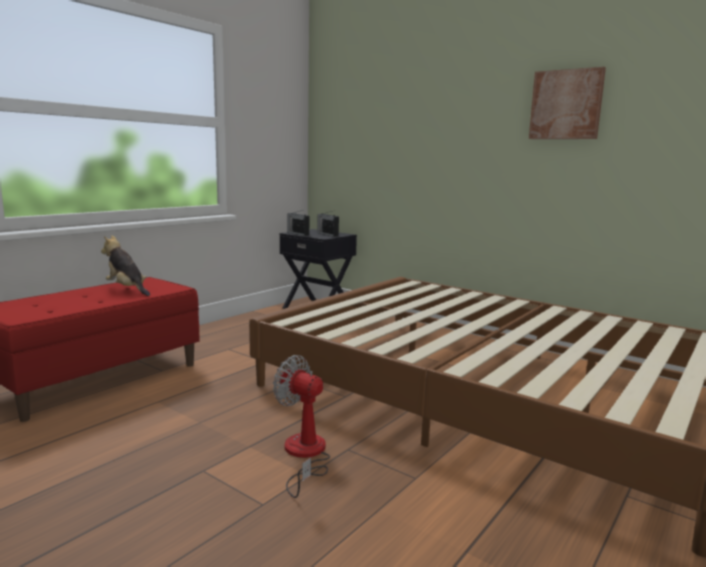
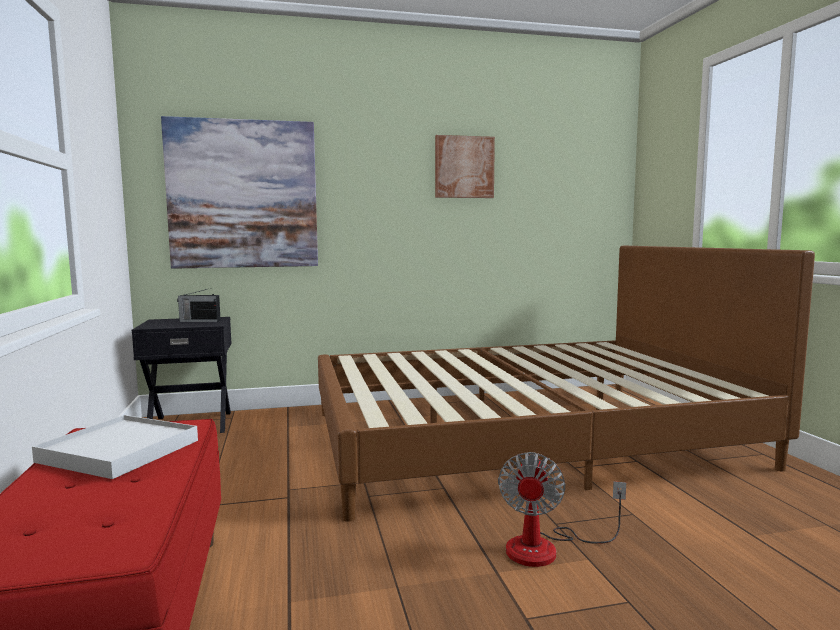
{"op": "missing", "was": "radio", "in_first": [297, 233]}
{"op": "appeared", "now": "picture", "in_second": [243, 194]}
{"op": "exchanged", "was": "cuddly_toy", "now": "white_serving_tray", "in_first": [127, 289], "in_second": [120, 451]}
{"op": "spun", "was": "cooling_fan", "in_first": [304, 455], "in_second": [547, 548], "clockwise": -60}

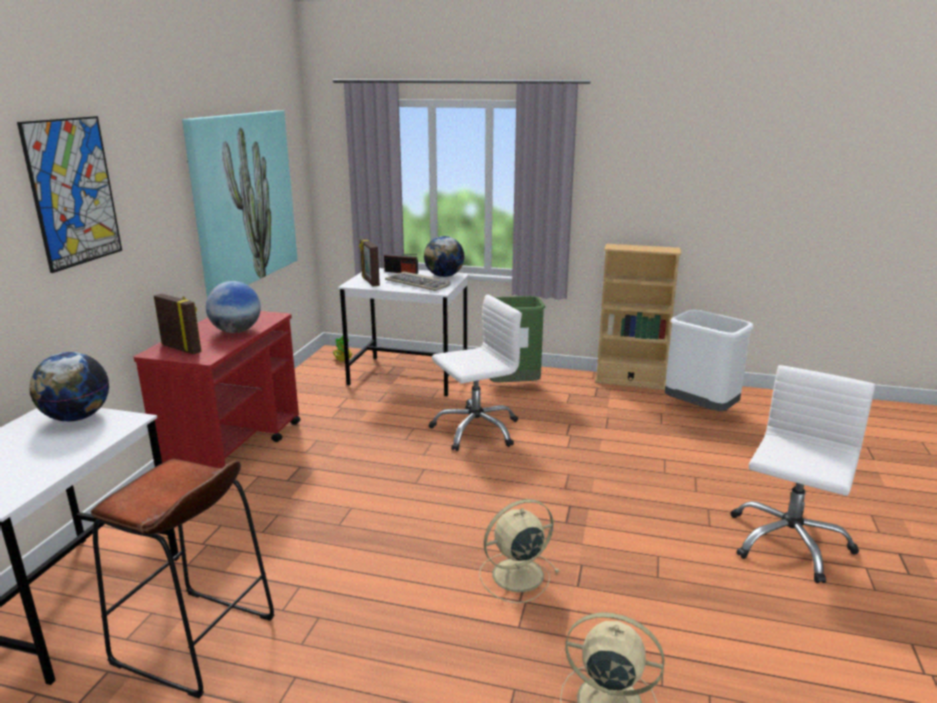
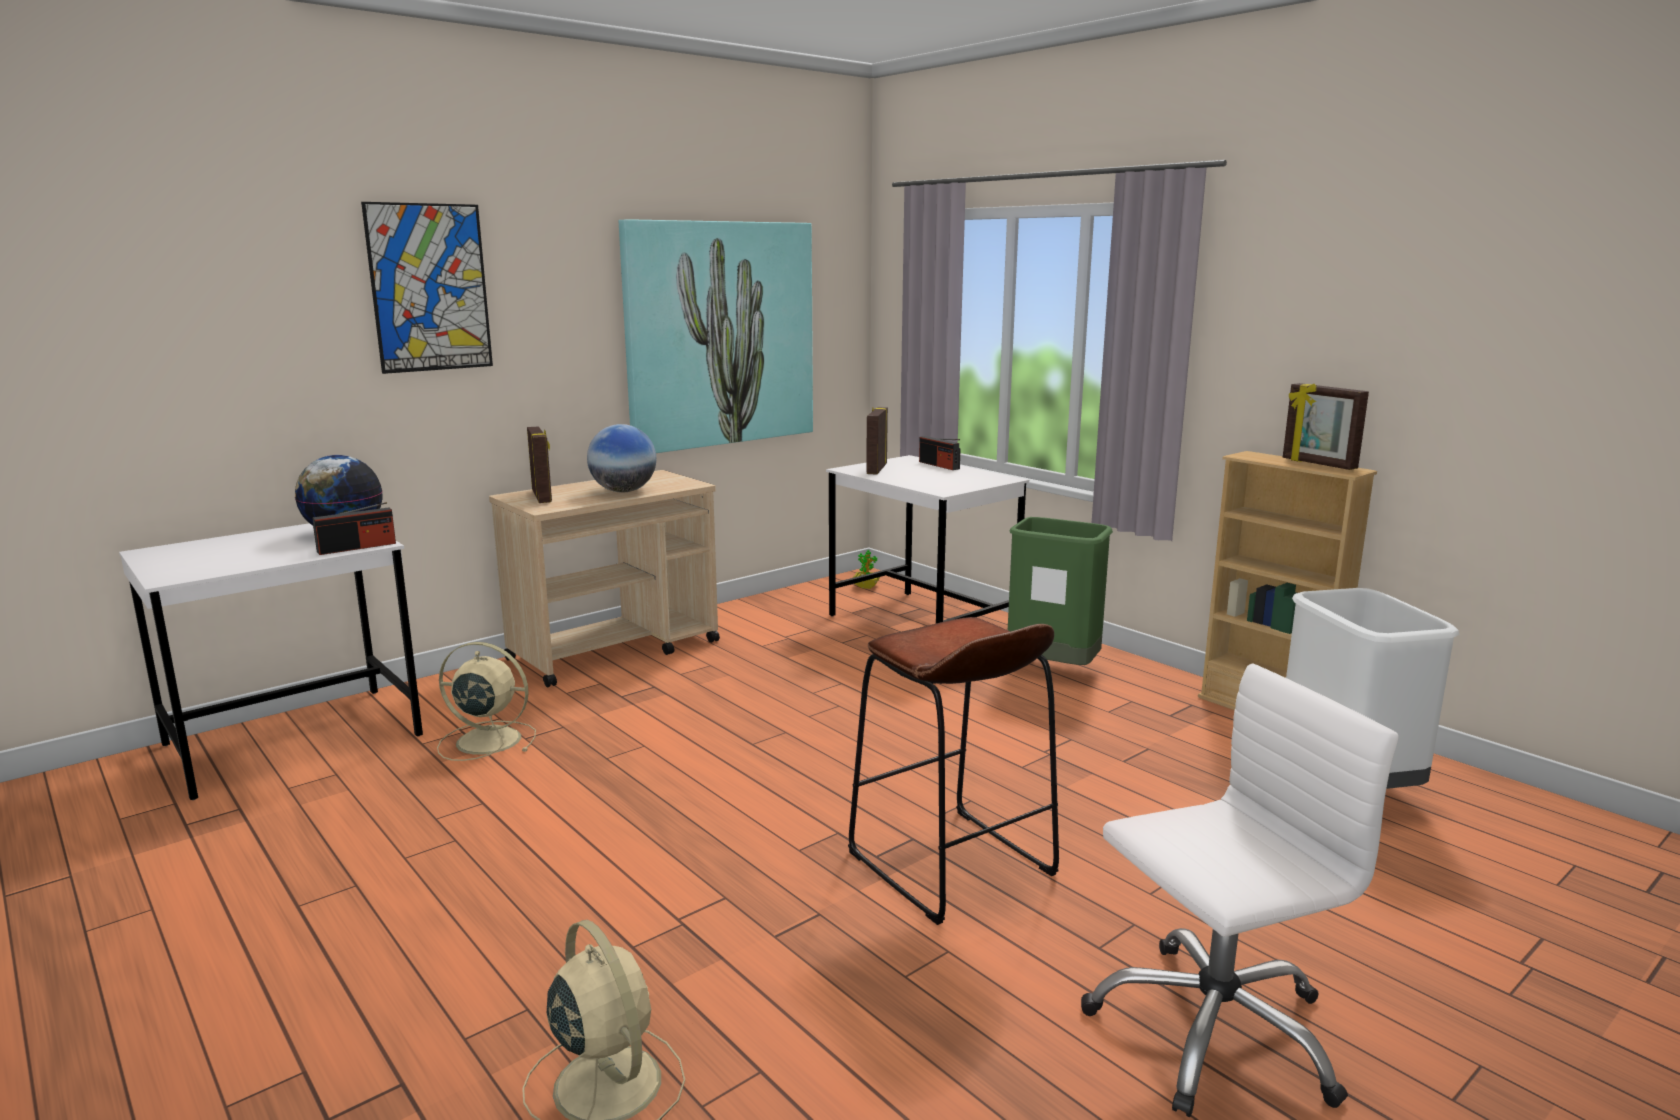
{"op": "missing", "was": "keyboard", "in_first": [418, 284]}
{"op": "missing", "was": "desk_globe", "in_first": [444, 276]}
{"op": "missing", "was": "white_desk_chair", "in_first": [476, 430]}
{"op": "appeared", "now": "radio", "in_second": [357, 547]}
{"op": "appeared", "now": "photo_frame", "in_second": [1318, 464]}
{"op": "relocated", "was": "brownish_stool_seat", "in_first": [195, 641], "in_second": [950, 864]}
{"op": "relocated", "was": "beige-coloured_cooling_fan", "in_first": [515, 576], "in_second": [486, 740]}
{"op": "colour", "was": "red-coloured_trolley", "now": "beige-coloured_trolley", "in_first": [234, 449], "in_second": [616, 650]}

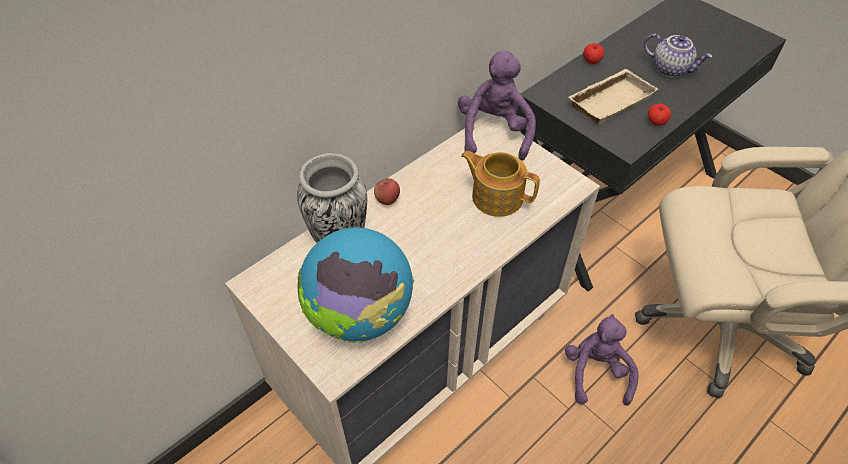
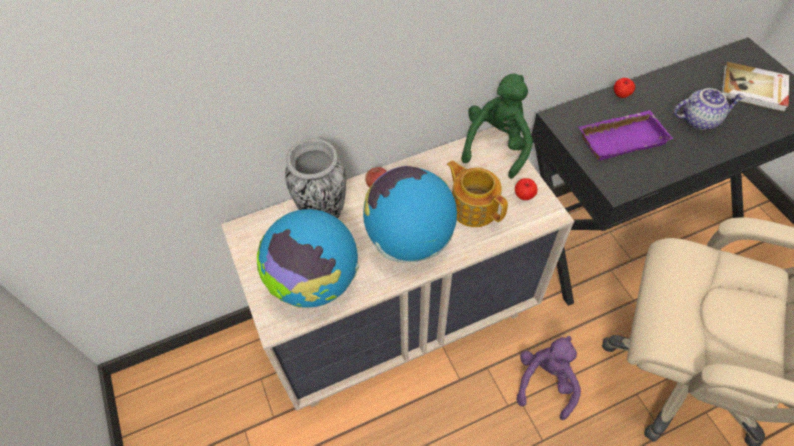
{"op": "appeared", "now": "desk_globe", "in_second": [410, 239]}
{"op": "appeared", "now": "book", "in_second": [753, 89]}
{"op": "relocated", "was": "apple_fruit", "in_first": [656, 122], "in_second": [524, 195]}
{"op": "colour", "was": "purple_cuddly_toy", "now": "green-coloured_cuddly_toy", "in_first": [494, 133], "in_second": [497, 145]}
{"op": "colour", "was": "beige-coloured_serving_tray", "now": "purple_serving_tray", "in_first": [609, 100], "in_second": [621, 138]}
{"op": "spun", "was": "teapot", "in_first": [671, 69], "in_second": [699, 119], "clockwise": -60}

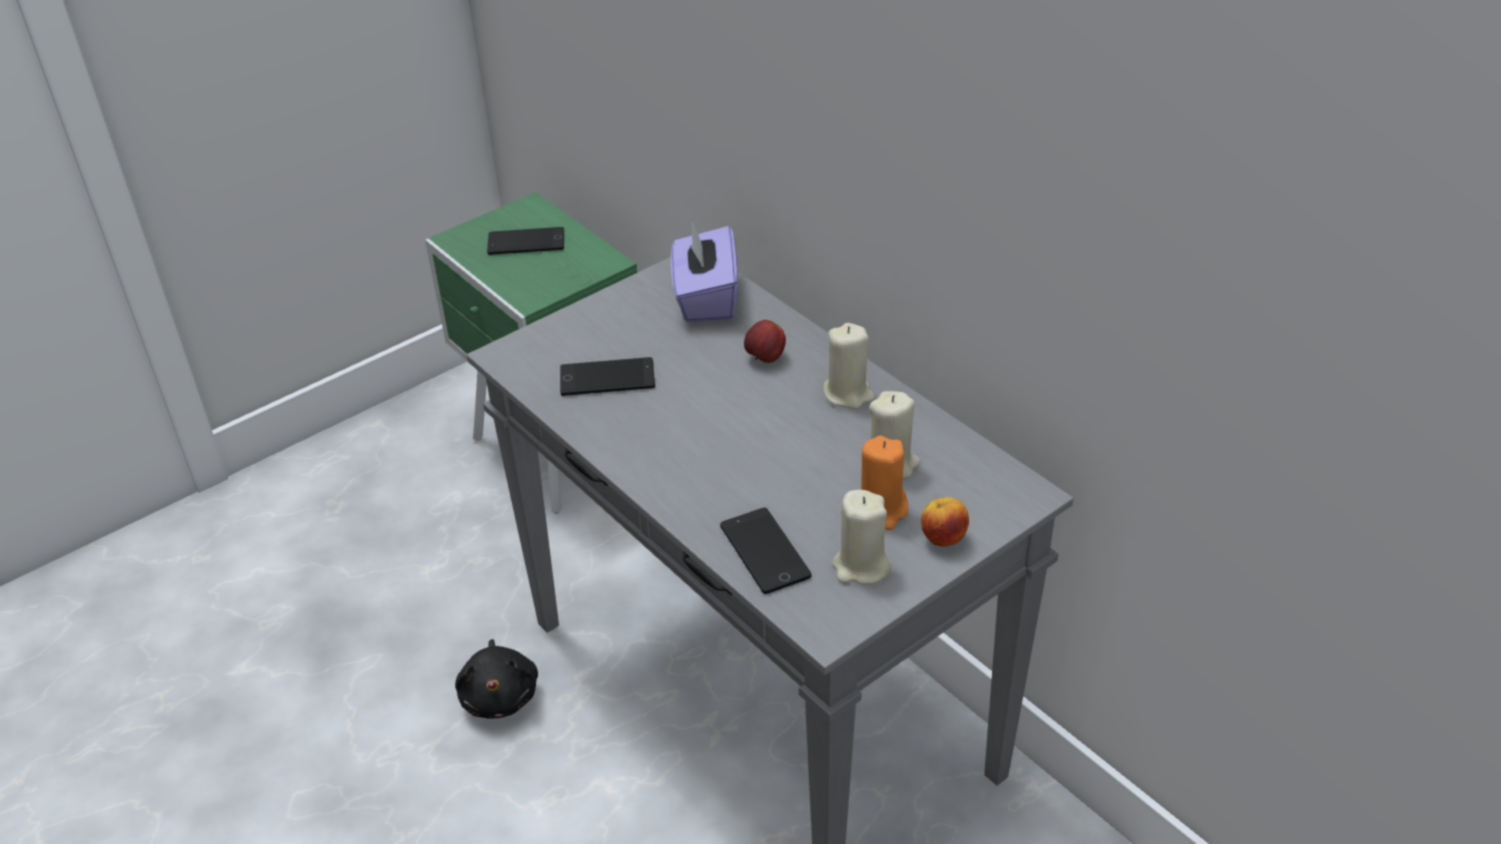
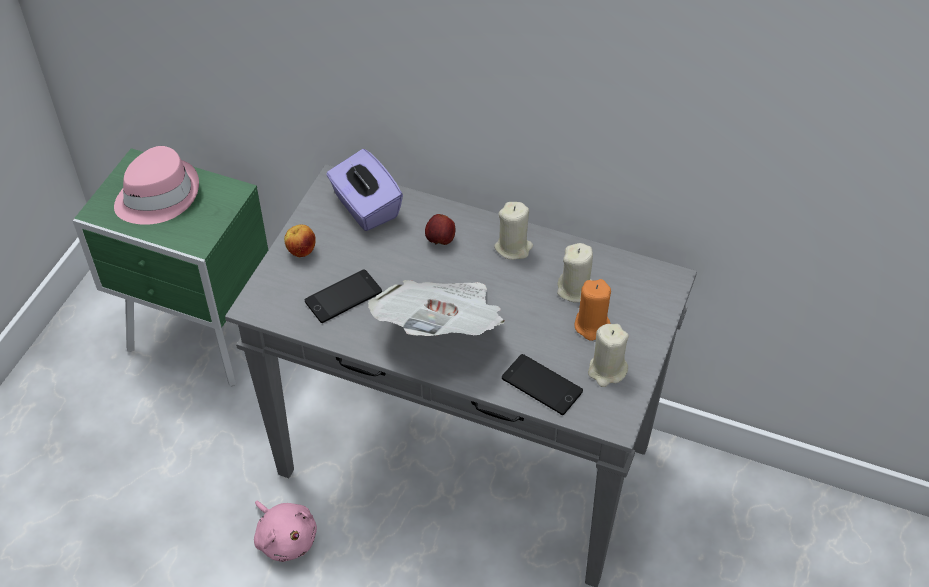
{"op": "appeared", "now": "printed_paper", "in_second": [441, 328]}
{"op": "relocated", "was": "apple_fruit", "in_first": [942, 539], "in_second": [301, 251]}
{"op": "exchanged", "was": "telephone", "now": "pink_wearable_hat", "in_first": [526, 242], "in_second": [157, 195]}
{"op": "colour", "was": "black_cuddly_toy", "now": "pink_cuddly_toy", "in_first": [500, 695], "in_second": [285, 538]}

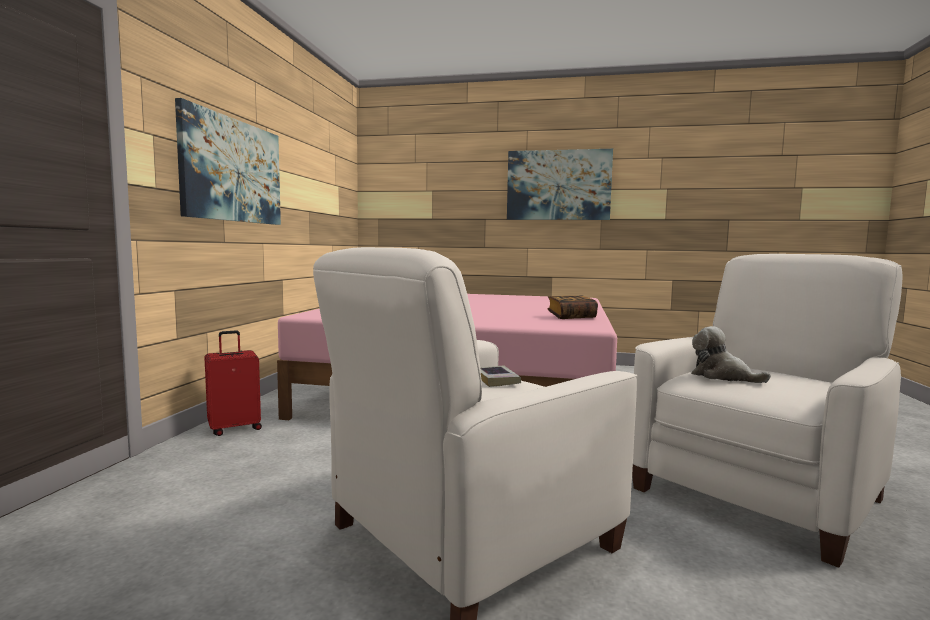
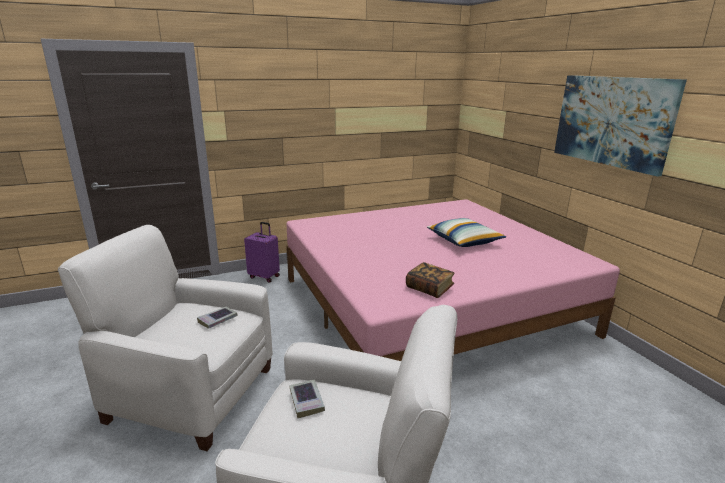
{"op": "missing", "was": "picture", "in_first": [233, 171]}
{"op": "appeared", "now": "throw_pillow", "in_second": [464, 241]}
{"op": "exchanged", "was": "cuddly_toy", "now": "book", "in_first": [722, 376], "in_second": [306, 401]}
{"op": "colour", "was": "red-coloured_piece_of_luggage", "now": "purple_piece_of_luggage", "in_first": [235, 428], "in_second": [264, 276]}

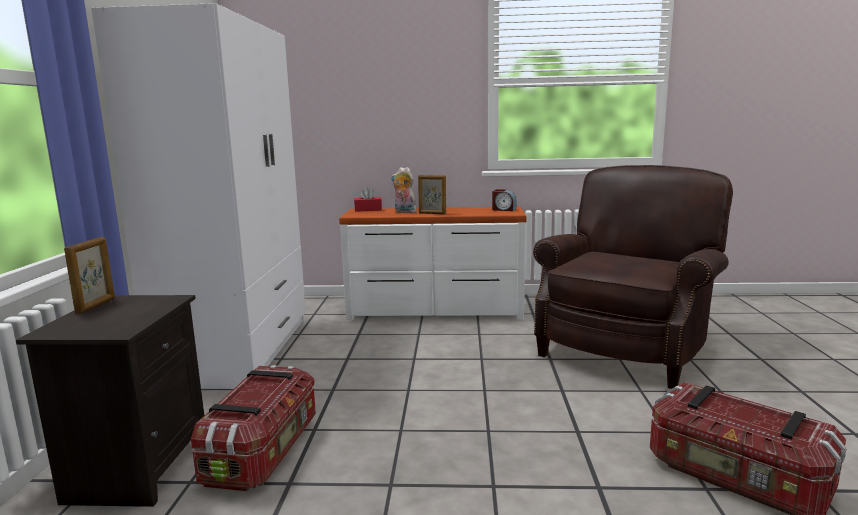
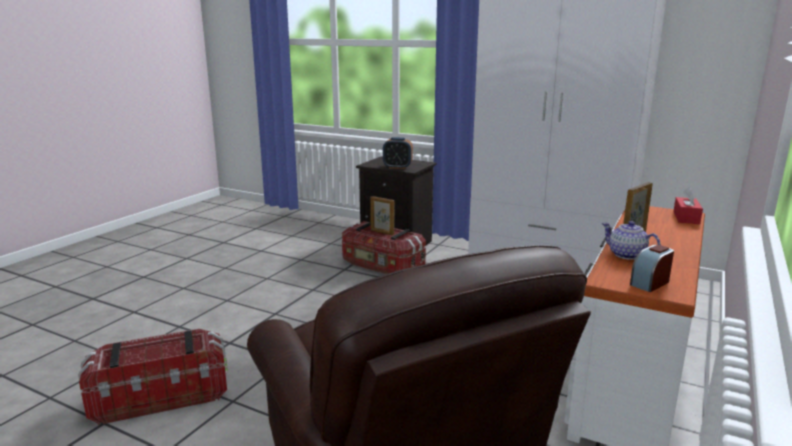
{"op": "missing", "was": "cuddly_toy", "in_first": [404, 212]}
{"op": "appeared", "now": "alarm_clock", "in_second": [397, 167]}
{"op": "appeared", "now": "teapot", "in_second": [627, 255]}
{"op": "relocated", "was": "photo_frame", "in_first": [96, 305], "in_second": [382, 232]}

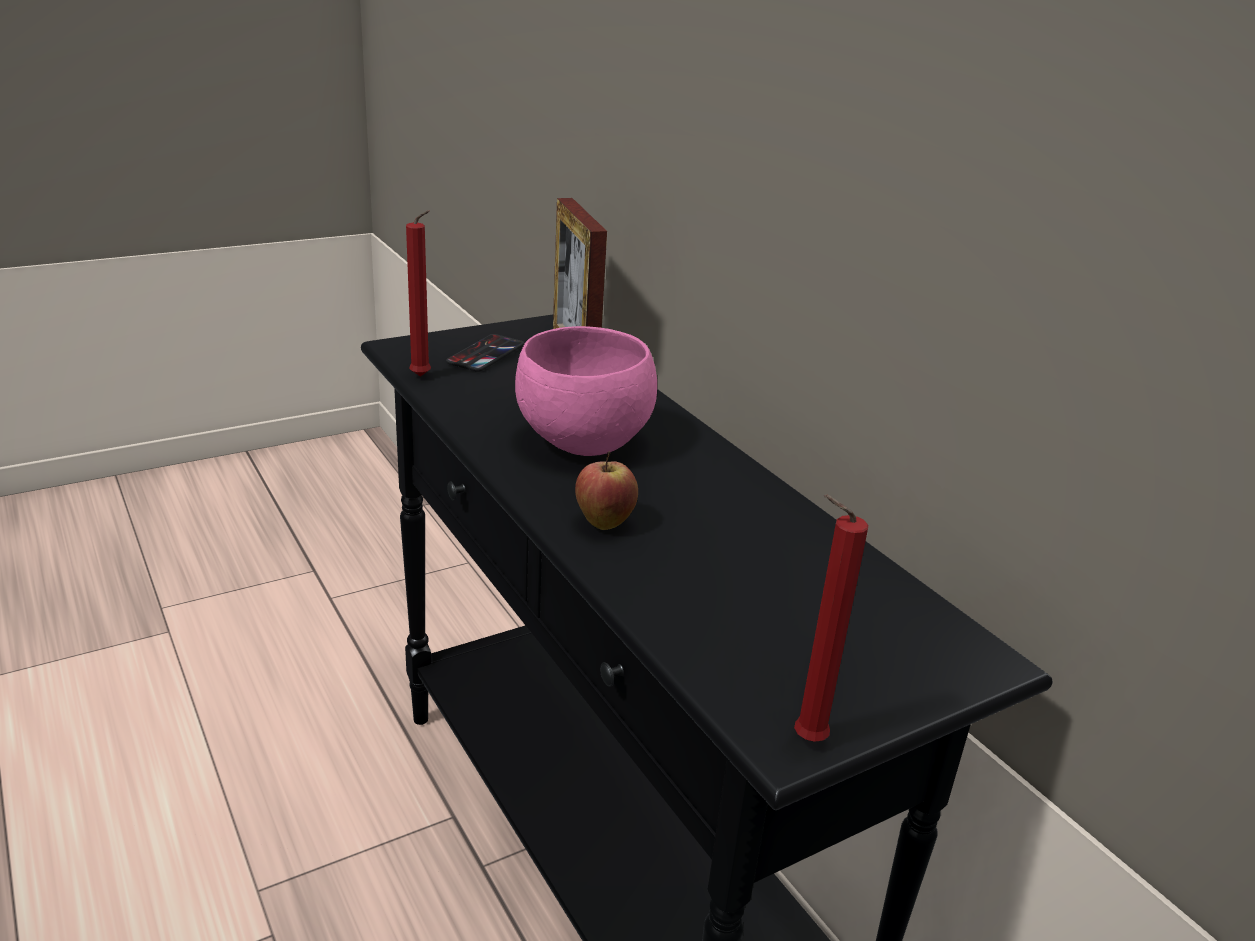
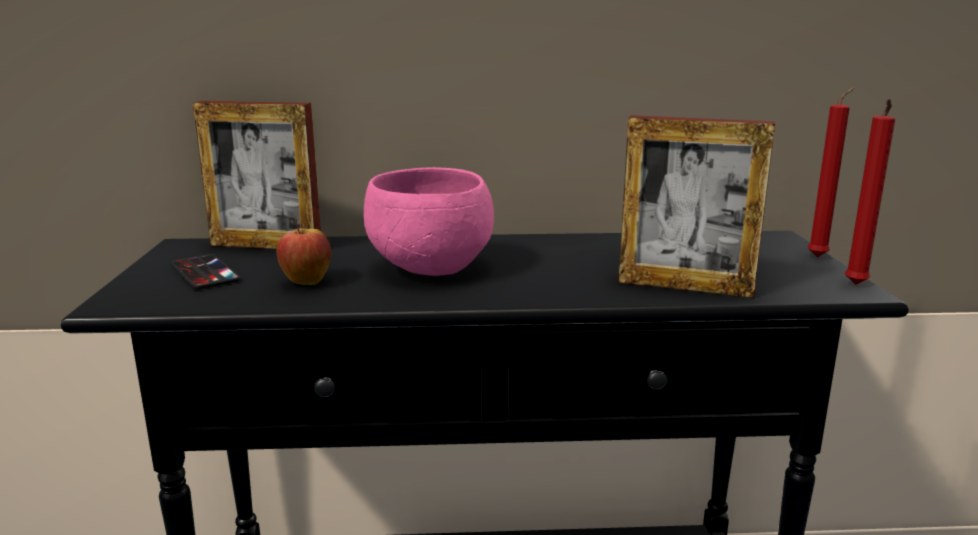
{"op": "appeared", "now": "photo_frame", "in_second": [685, 286]}
{"op": "relocated", "was": "red-coloured_wax_light", "in_first": [423, 377], "in_second": [819, 256]}
{"op": "relocated", "was": "apple_fruit", "in_first": [604, 523], "in_second": [306, 282]}

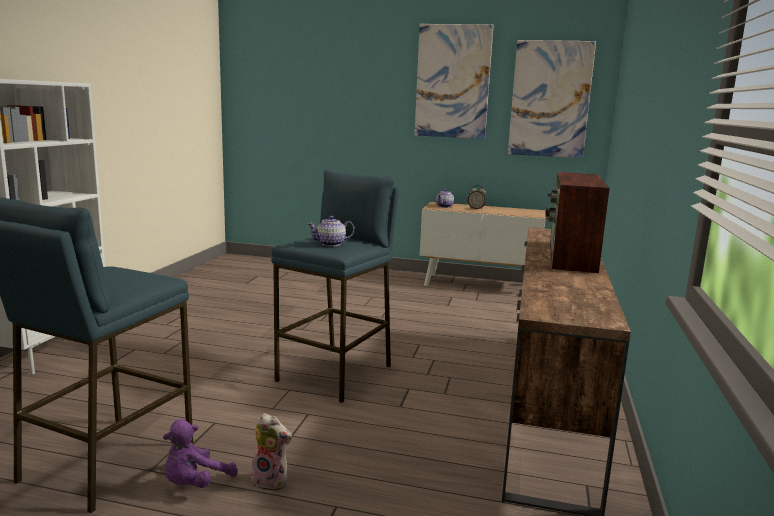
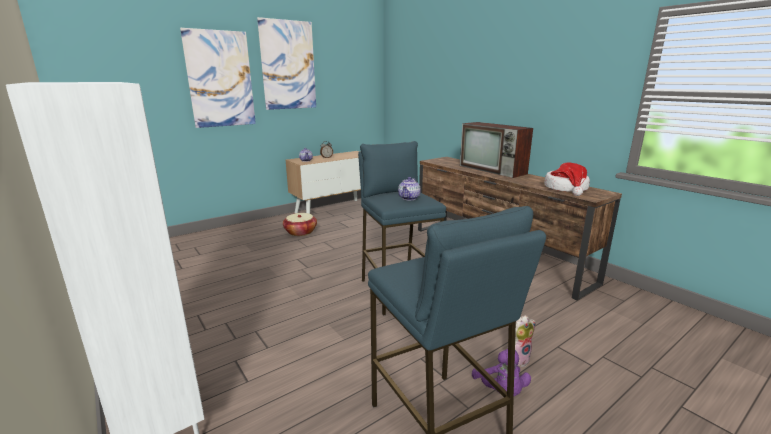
{"op": "appeared", "now": "household_basket", "in_second": [300, 232]}
{"op": "appeared", "now": "wearable_hat", "in_second": [566, 189]}
{"op": "relocated", "was": "picture", "in_first": [550, 99], "in_second": [220, 79]}

